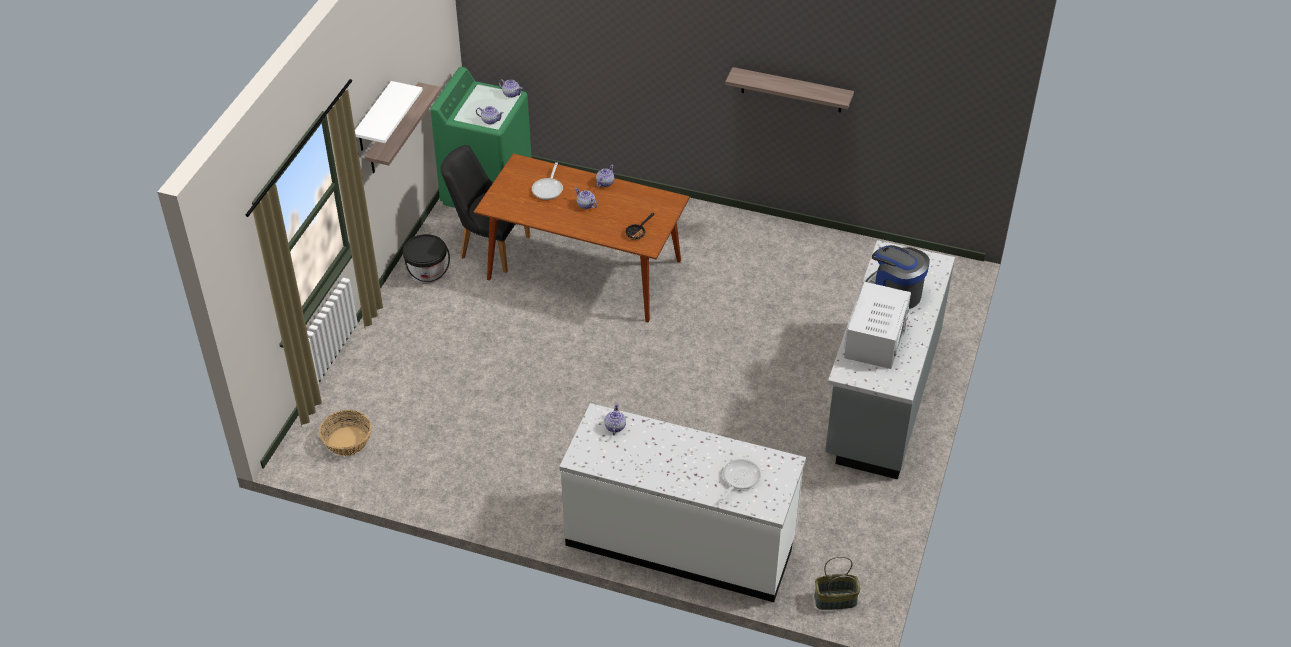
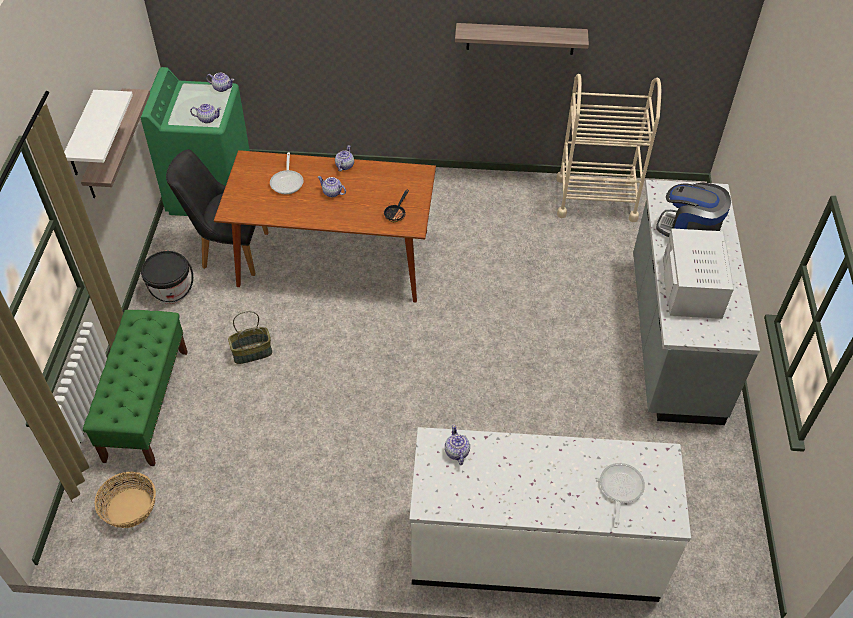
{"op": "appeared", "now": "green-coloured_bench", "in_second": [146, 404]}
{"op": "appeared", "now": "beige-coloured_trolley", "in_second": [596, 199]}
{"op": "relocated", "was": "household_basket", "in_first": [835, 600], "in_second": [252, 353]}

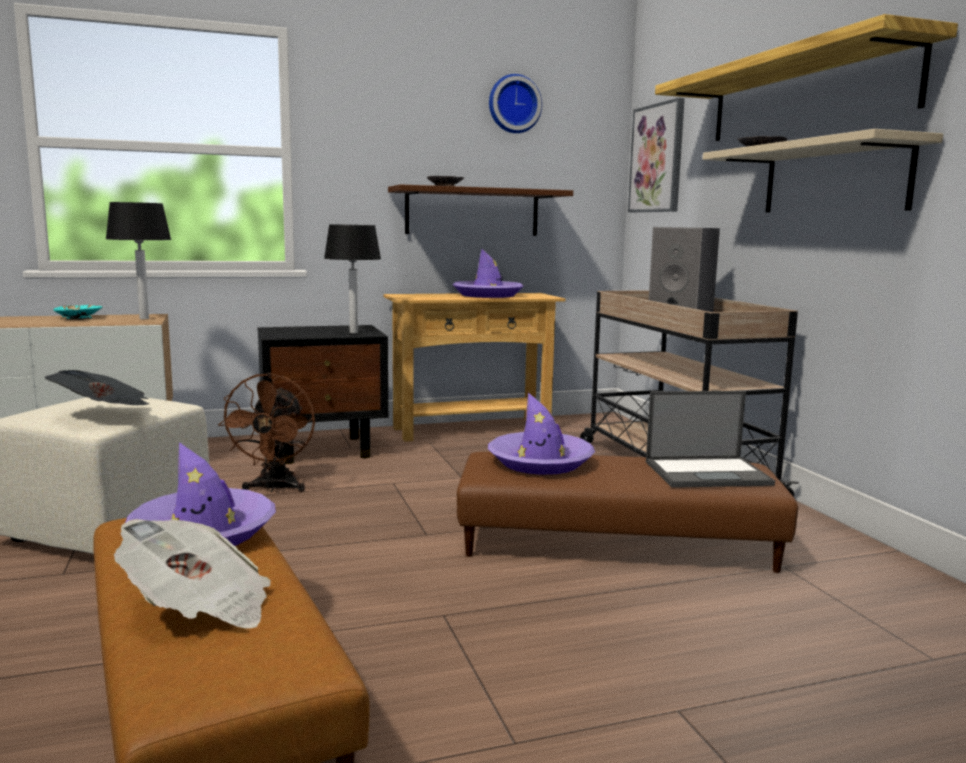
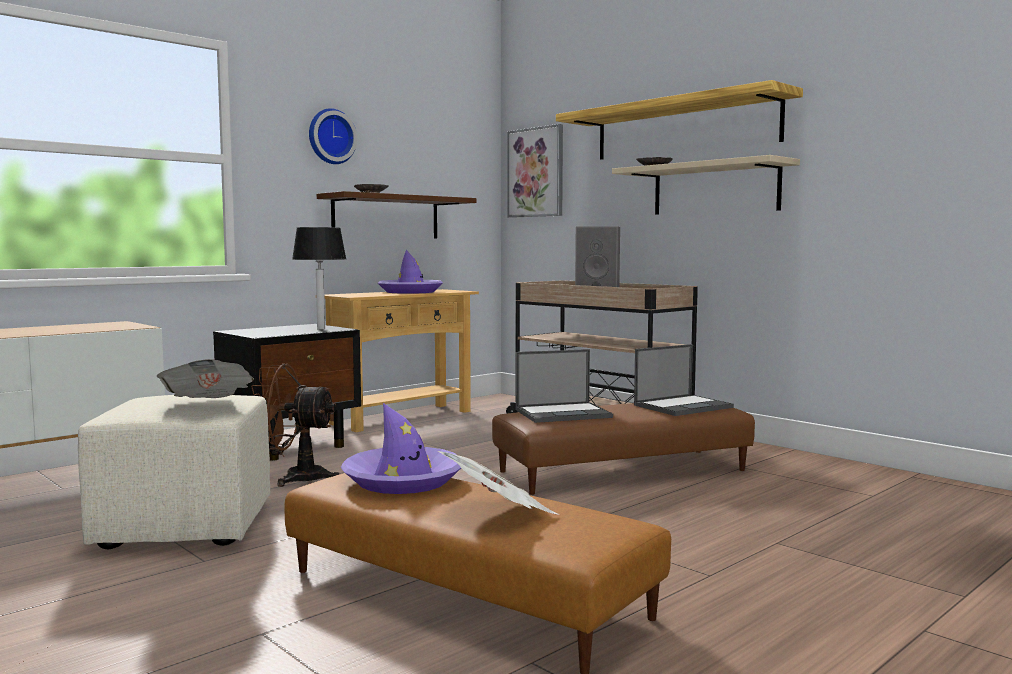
{"op": "missing", "was": "blue-green_deep_dish", "in_first": [79, 318]}
{"op": "missing", "was": "lamp_for_a_table", "in_first": [144, 318]}
{"op": "relocated", "was": "hanging_clock", "in_first": [513, 104], "in_second": [330, 137]}
{"op": "exchanged", "was": "purple_wearable_hat", "now": "laptop", "in_first": [540, 462], "in_second": [564, 413]}
{"op": "spun", "was": "brownish_cooling_fan", "in_first": [274, 488], "in_second": [295, 478], "clockwise": 120}

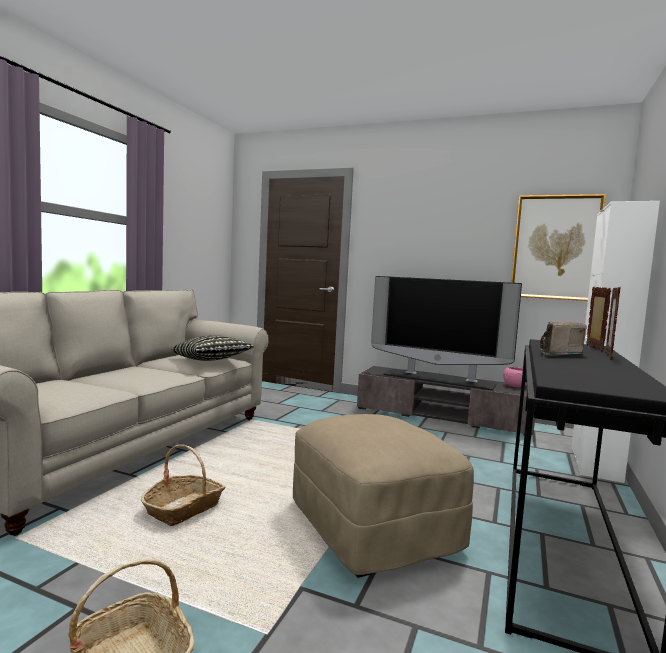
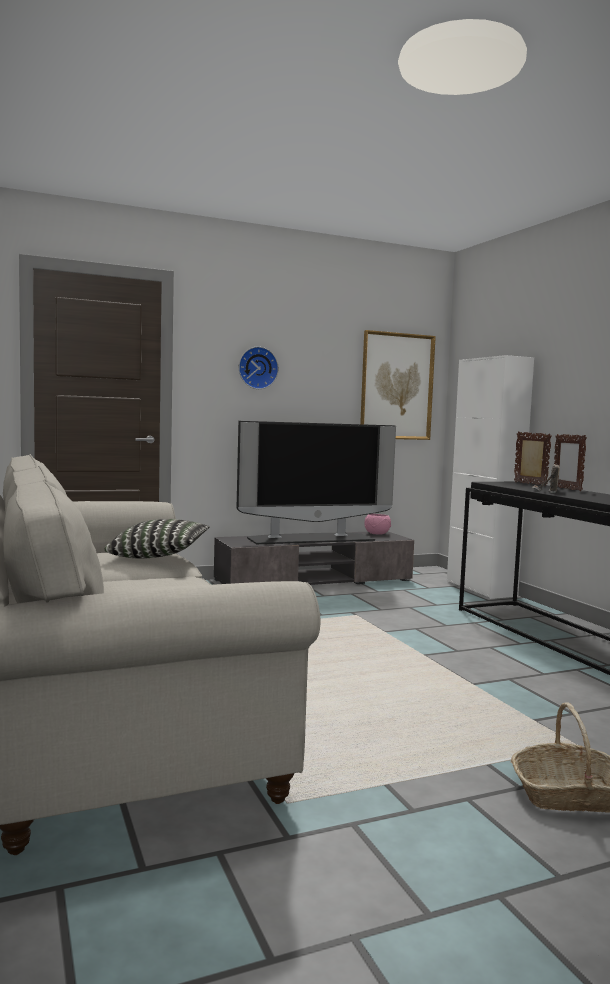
{"op": "missing", "was": "household_basket", "in_first": [184, 508]}
{"op": "missing", "was": "beige-coloured_ottoman", "in_first": [374, 527]}
{"op": "appeared", "now": "hanging_clock", "in_second": [257, 368]}

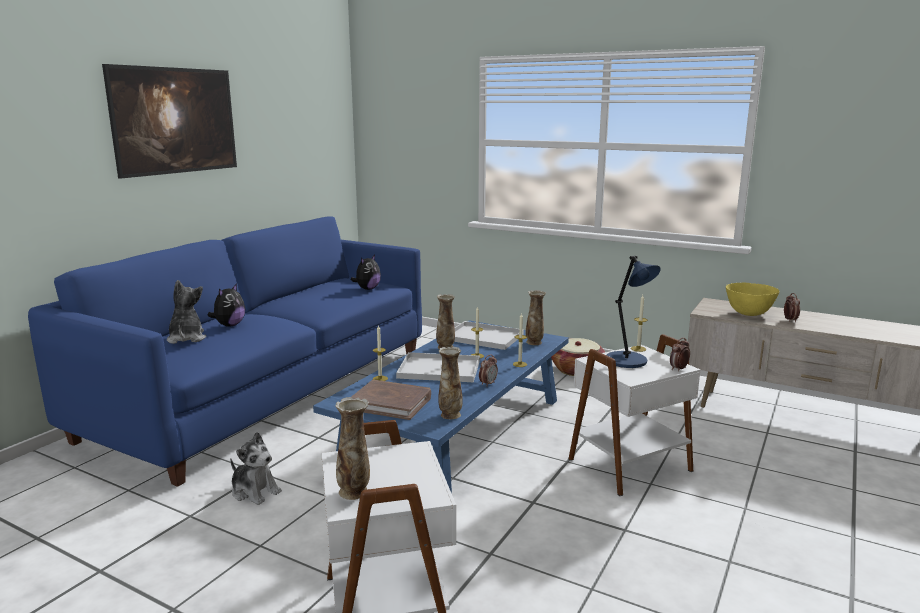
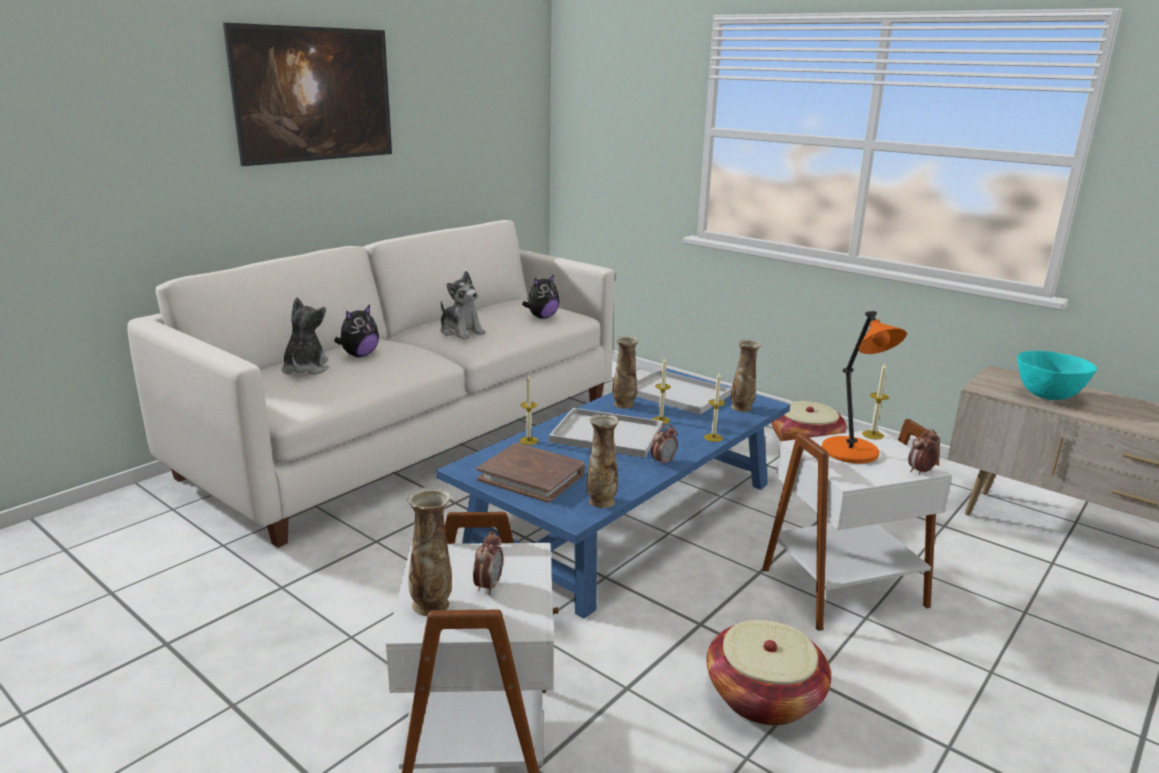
{"op": "appeared", "now": "household_basket", "in_second": [764, 697]}
{"op": "relocated", "was": "cuddly_toy", "in_first": [255, 491], "in_second": [461, 332]}
{"op": "relocated", "was": "alarm_clock", "in_first": [790, 320], "in_second": [488, 586]}
{"op": "colour", "was": "blue_settee", "now": "white_settee", "in_first": [267, 392], "in_second": [410, 436]}
{"op": "colour", "was": "blue_lamp_for_a_table", "now": "orange-coloured_lamp_for_a_table", "in_first": [628, 361], "in_second": [852, 453]}
{"op": "colour", "was": "yellow_deep_dish", "now": "blue-green_deep_dish", "in_first": [748, 314], "in_second": [1047, 396]}

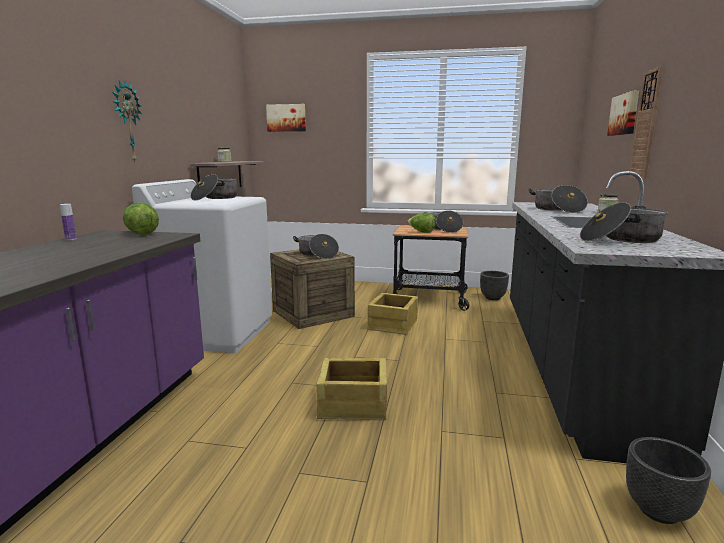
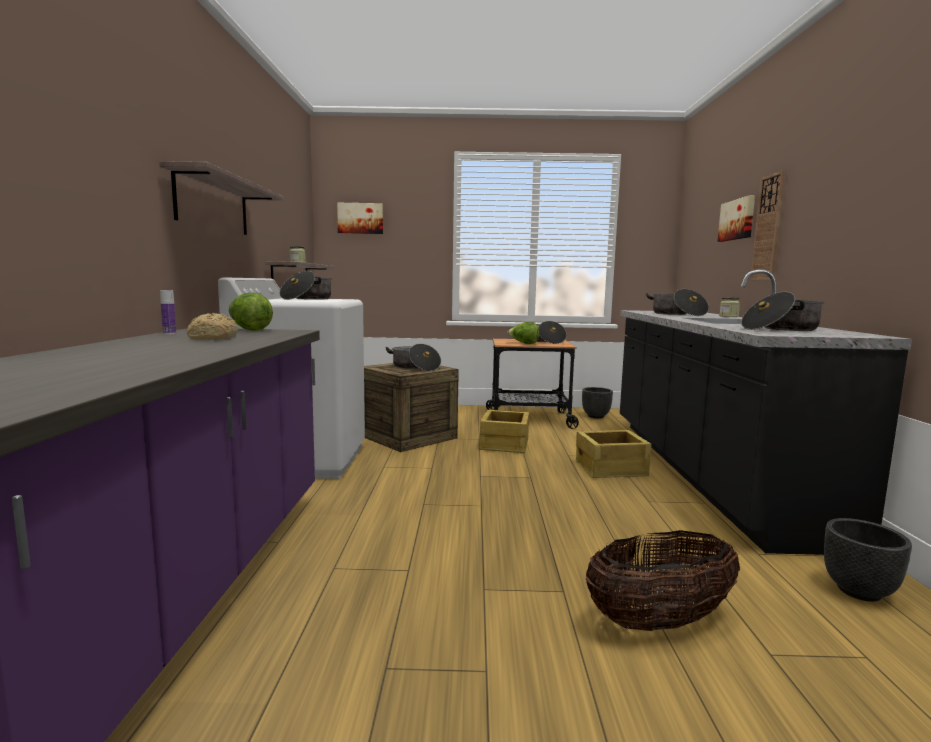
{"op": "appeared", "now": "bread", "in_second": [212, 338]}
{"op": "appeared", "now": "household_basket", "in_second": [659, 621]}
{"op": "relocated", "was": "crate", "in_first": [354, 405], "in_second": [611, 469]}
{"op": "exchanged", "was": "hanging_clock", "now": "shelf", "in_first": [126, 122], "in_second": [213, 205]}

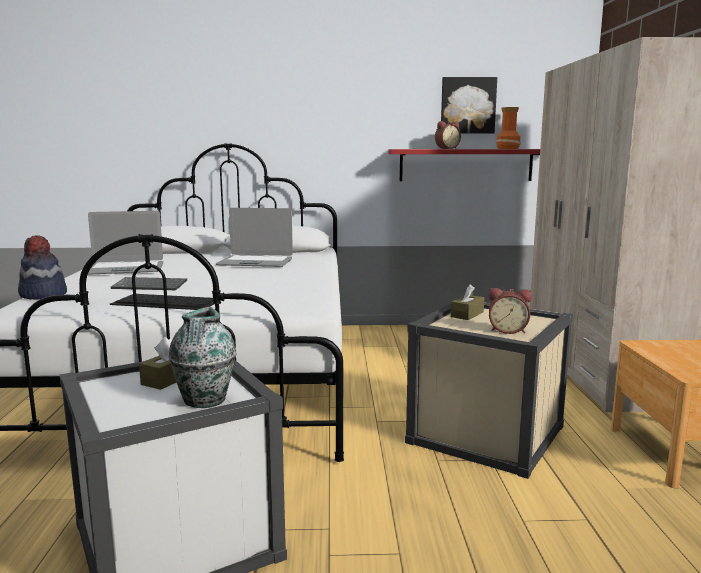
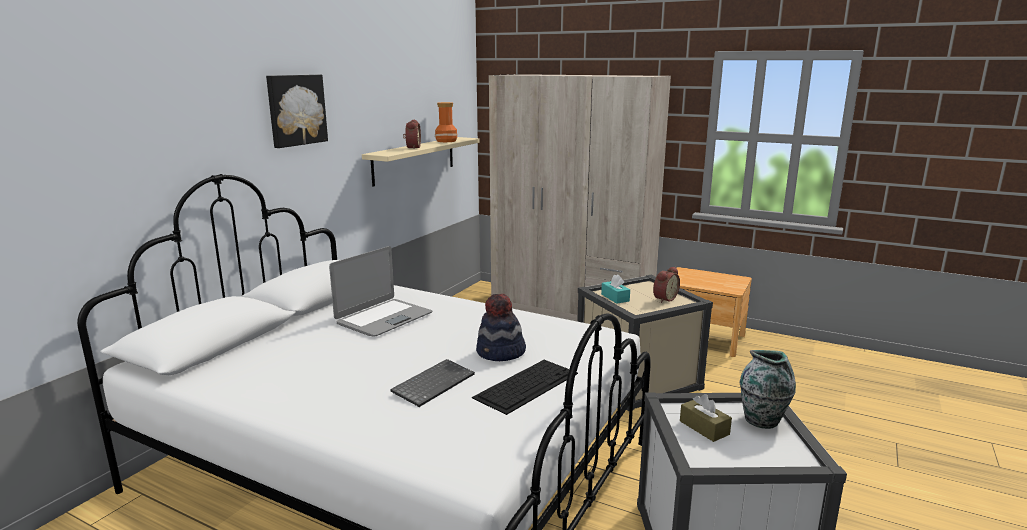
{"op": "missing", "was": "laptop", "in_first": [125, 269]}
{"op": "relocated", "was": "wearable_hat", "in_first": [43, 295], "in_second": [500, 353]}
{"op": "relocated", "was": "picture", "in_first": [467, 105], "in_second": [296, 110]}
{"op": "colour", "was": "red-coloured_shelf", "now": "beige-coloured_shelf", "in_first": [466, 165], "in_second": [414, 160]}
{"op": "colour", "was": "brownish_tissue_box", "now": "blue-green_tissue_box", "in_first": [467, 314], "in_second": [615, 297]}

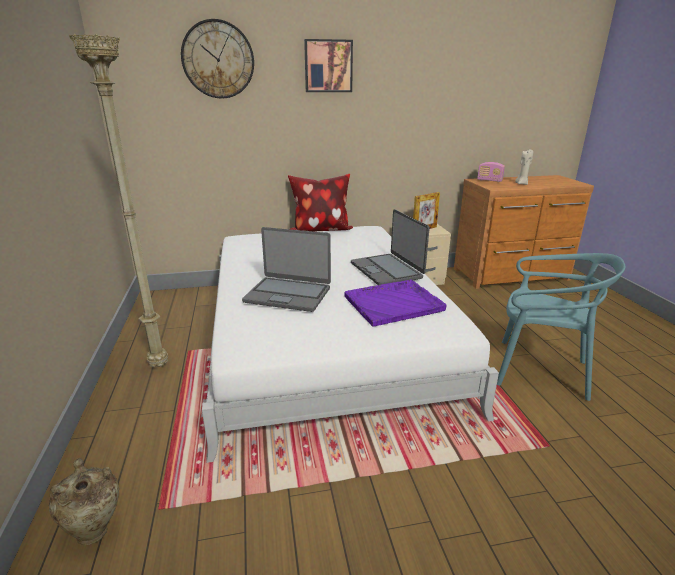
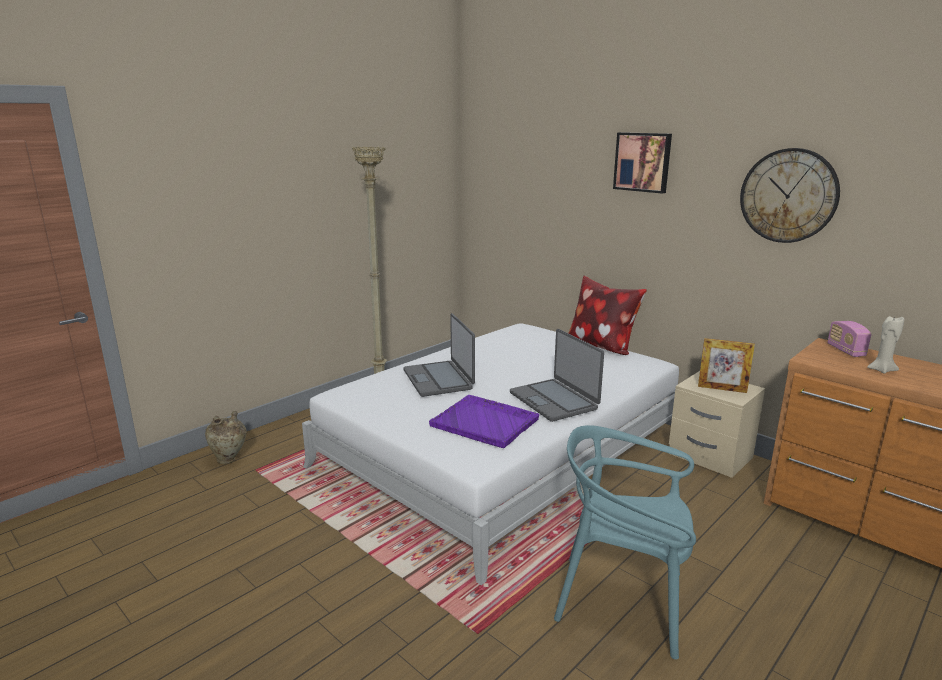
{"op": "relocated", "was": "hanging_clock", "in_first": [218, 60], "in_second": [788, 196]}
{"op": "spun", "was": "laptop", "in_first": [387, 270], "in_second": [554, 400], "clockwise": -60}
{"op": "spun", "was": "blue-green_plain_chair", "in_first": [539, 370], "in_second": [621, 601], "clockwise": 120}

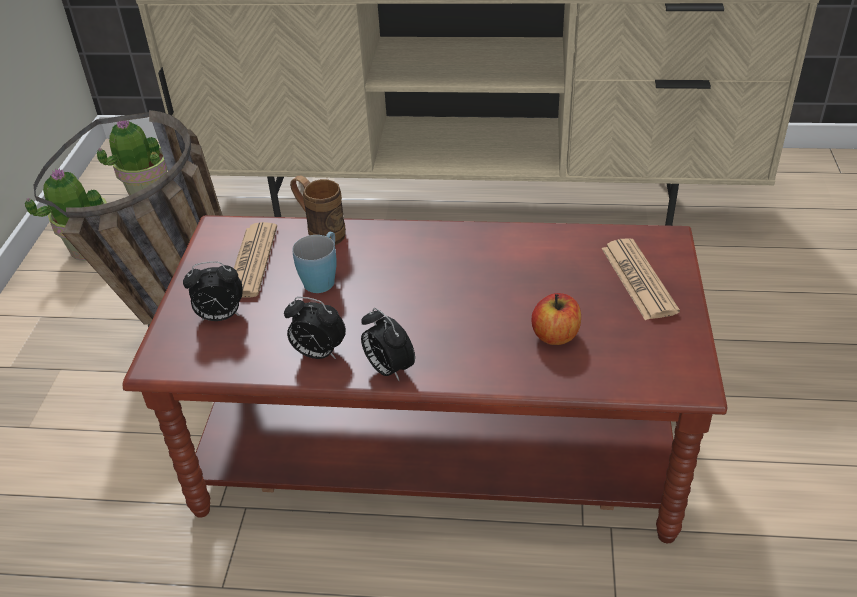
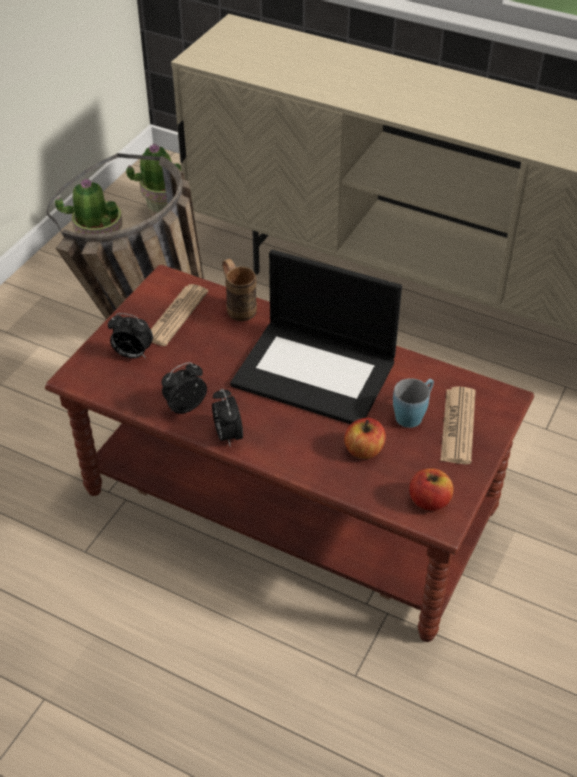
{"op": "appeared", "now": "laptop", "in_second": [316, 372]}
{"op": "appeared", "now": "apple_fruit", "in_second": [429, 501]}
{"op": "relocated", "was": "blue_mug", "in_first": [322, 278], "in_second": [413, 414]}
{"op": "spun", "was": "alarm_clock", "in_first": [318, 353], "in_second": [185, 406], "clockwise": 105}

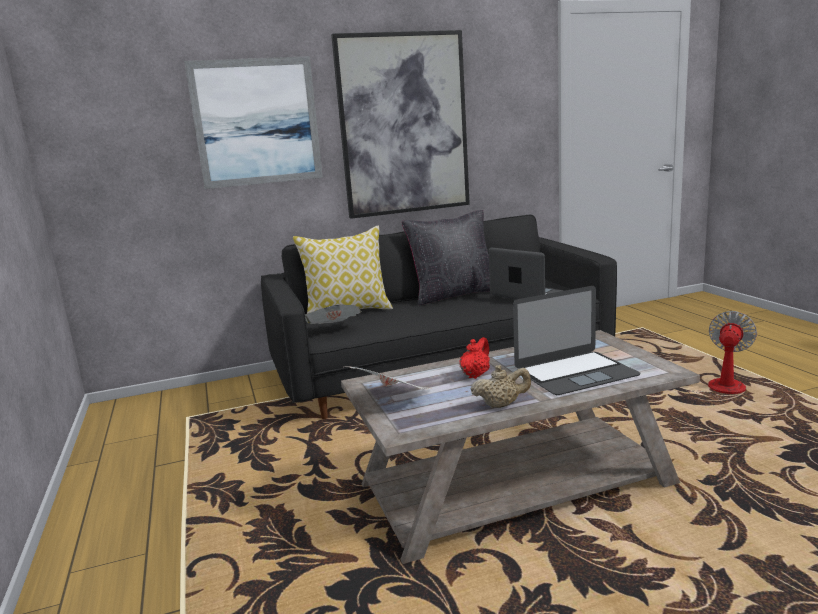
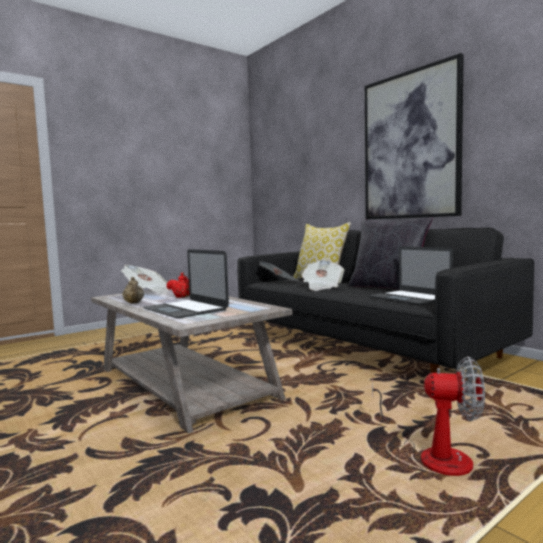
{"op": "missing", "was": "picture", "in_first": [256, 122]}
{"op": "appeared", "now": "printed_paper", "in_second": [322, 287]}
{"op": "spun", "was": "laptop", "in_first": [530, 295], "in_second": [409, 298], "clockwise": 120}

